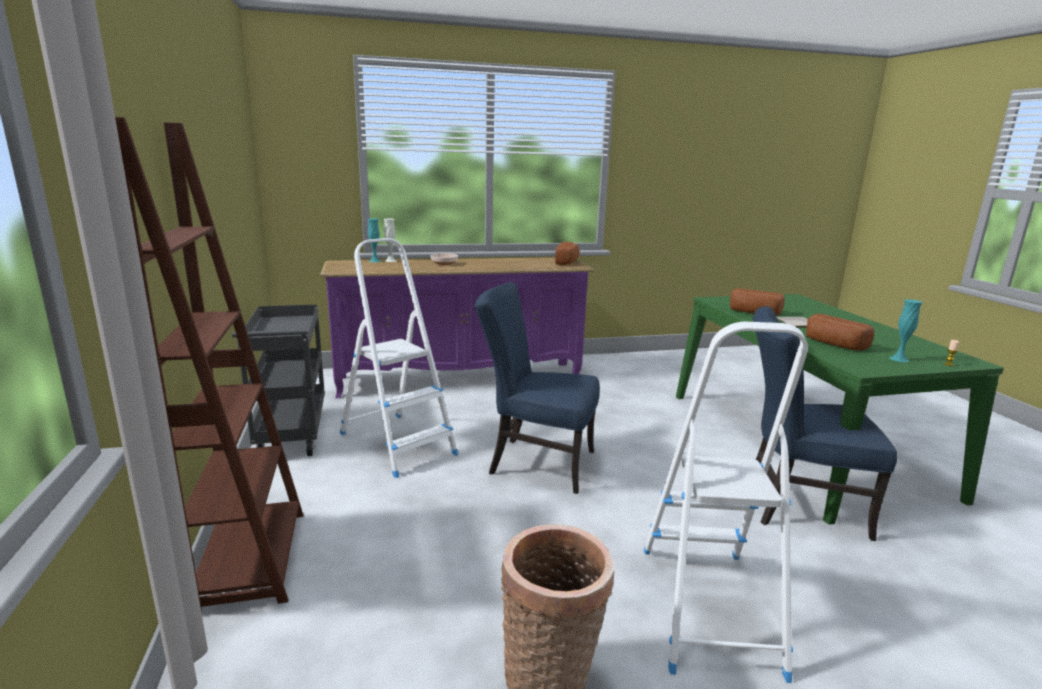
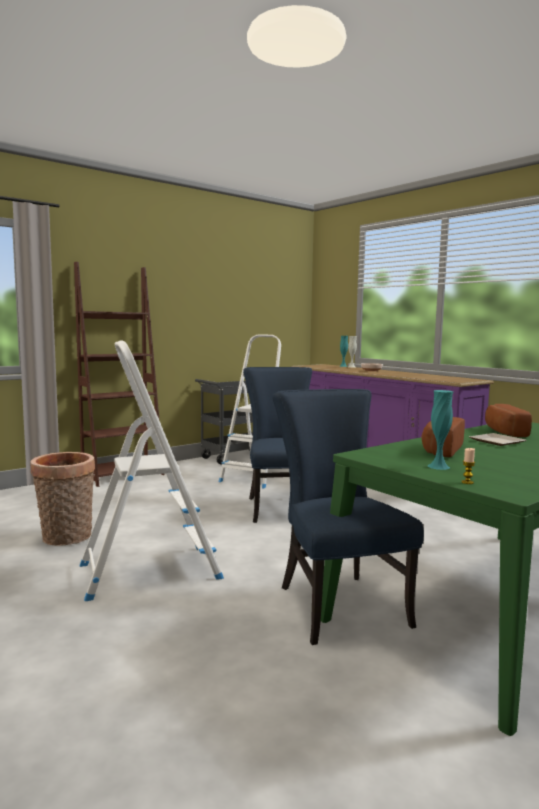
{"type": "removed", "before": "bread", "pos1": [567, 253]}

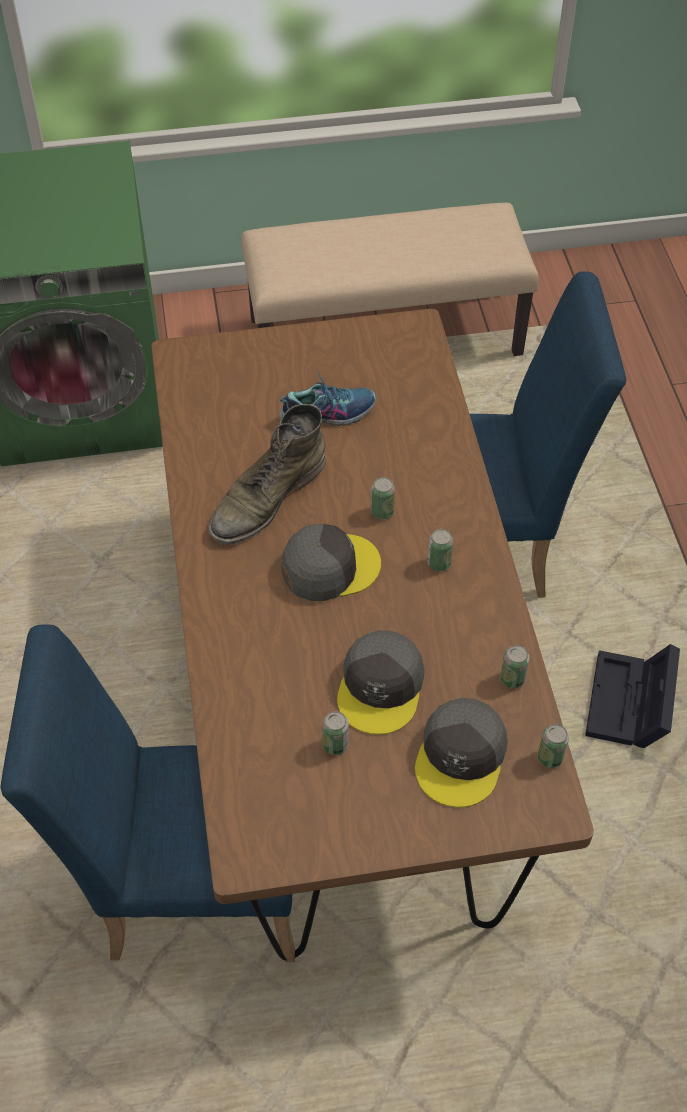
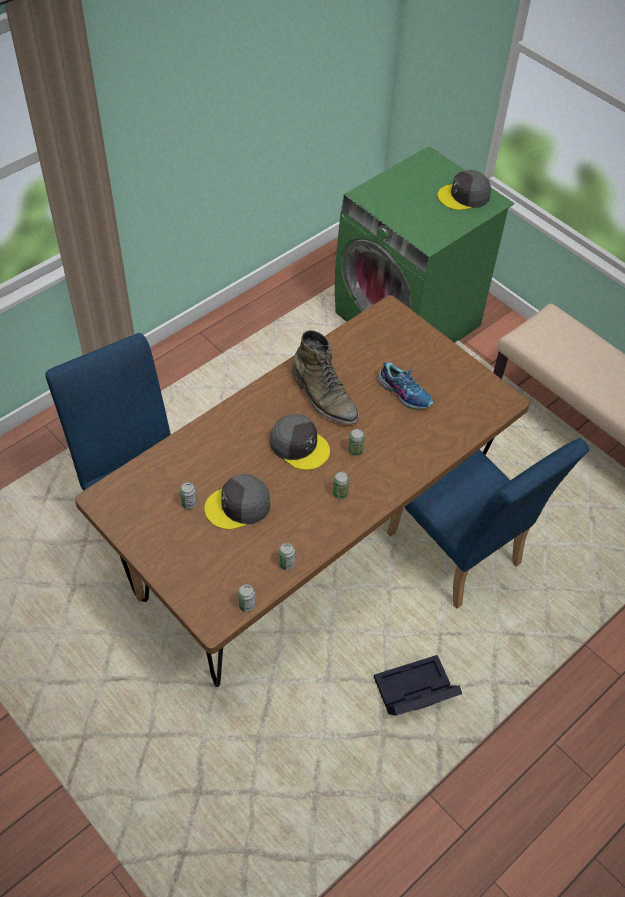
{"type": "turned", "before": "green boot", "pos1": [267, 474], "pos2": [325, 377], "turn": -135}
{"type": "moved", "before": "grey cap", "pos1": [461, 752], "pos2": [464, 189]}

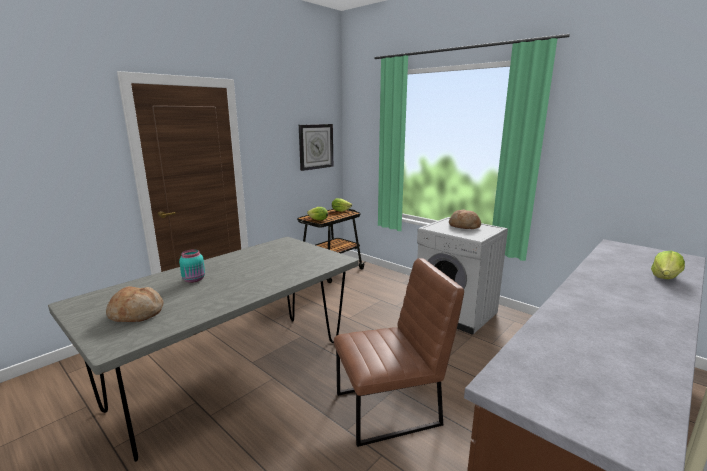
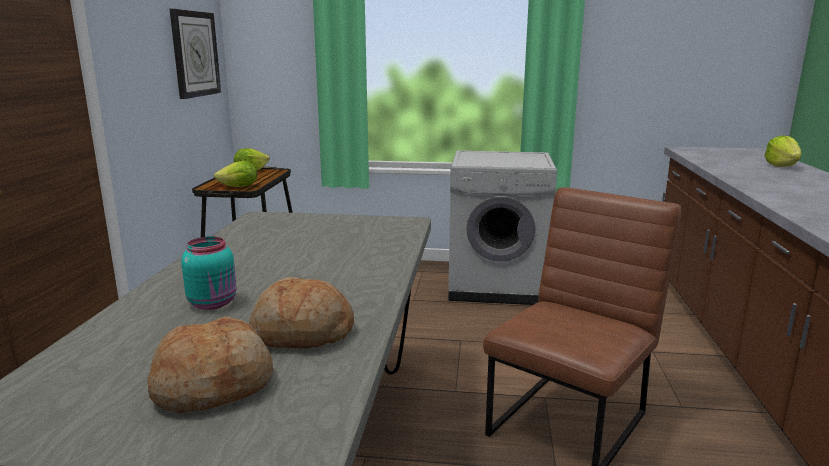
{"type": "moved", "before": "bread", "pos1": [465, 219], "pos2": [301, 312]}

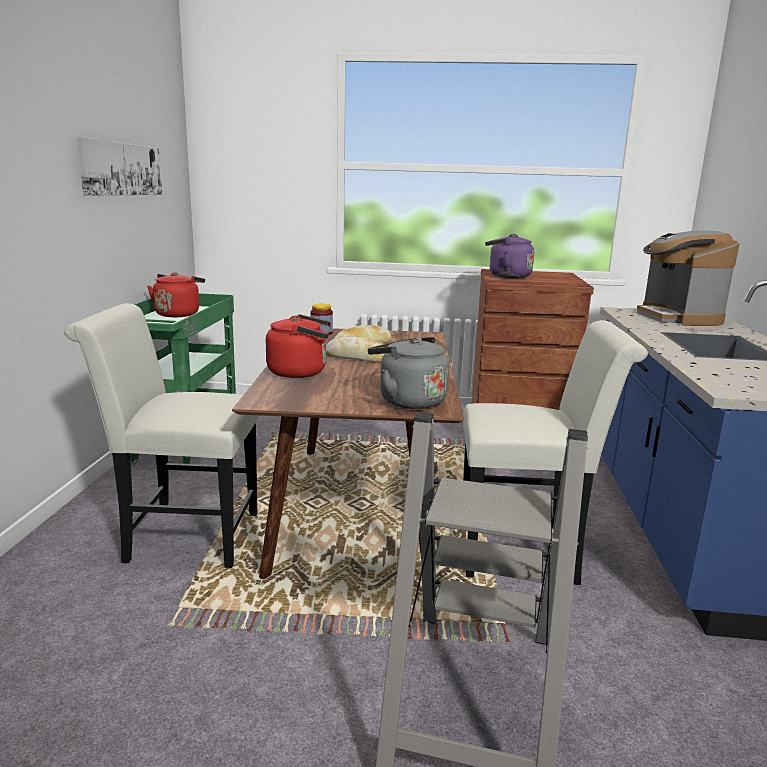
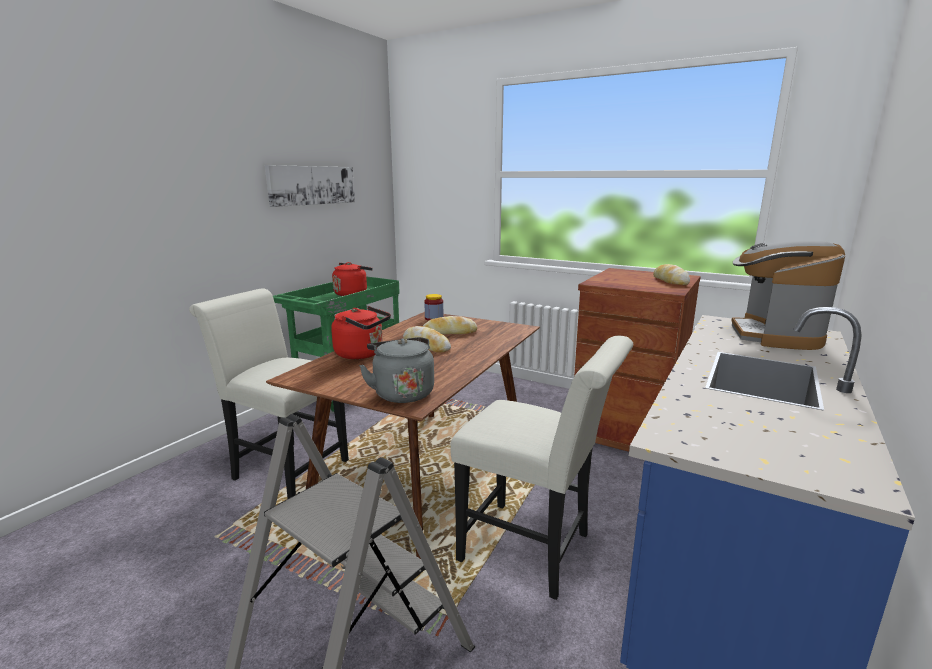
{"type": "removed", "before": "purple kettle", "pos1": [509, 256]}
{"type": "added", "after": "bread", "pos2": [671, 274]}

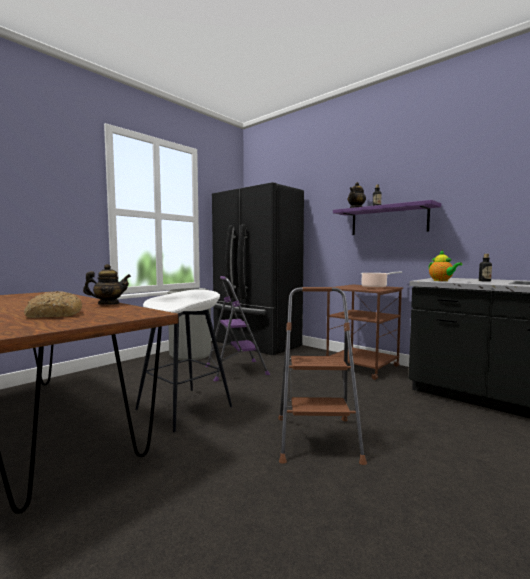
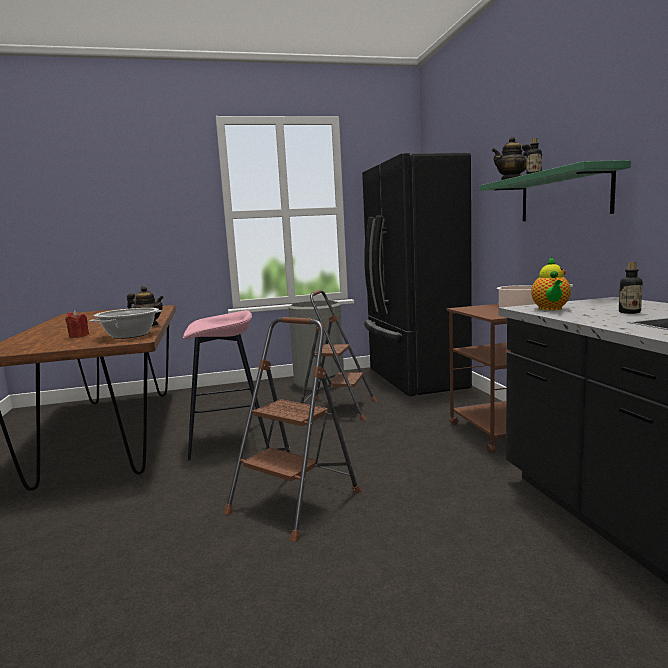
{"type": "replaced", "before": "bread", "after": "red candle", "pos1": [53, 304], "pos2": [77, 324]}
{"type": "recoloured", "before": "white stool", "after": "pink stool", "pos1": [183, 360], "pos2": [226, 385]}
{"type": "recoloured", "before": "purple step ladder", "after": "brown step ladder", "pos1": [237, 328], "pos2": [338, 355]}
{"type": "recoloured", "before": "purple shelf", "after": "green shelf", "pos1": [387, 217], "pos2": [555, 190]}
{"type": "added", "after": "cooking pot", "pos2": [126, 323]}

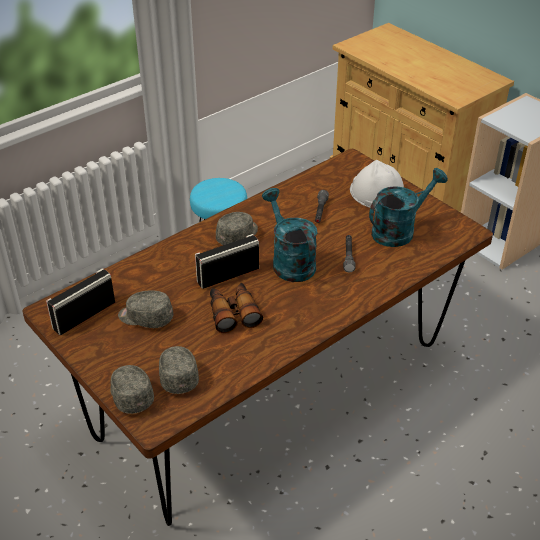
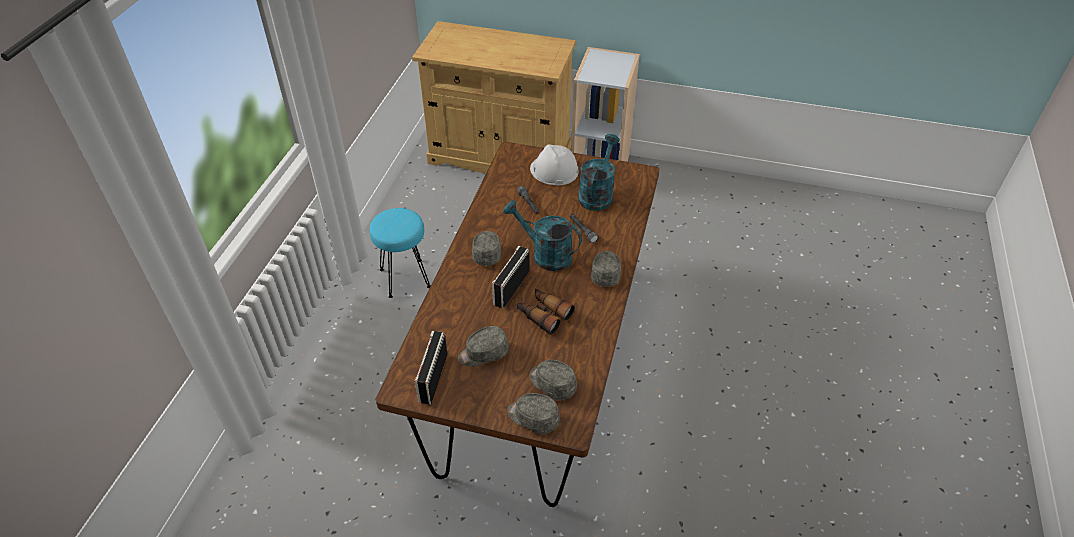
{"type": "added", "after": "grey cap", "pos2": [606, 269]}

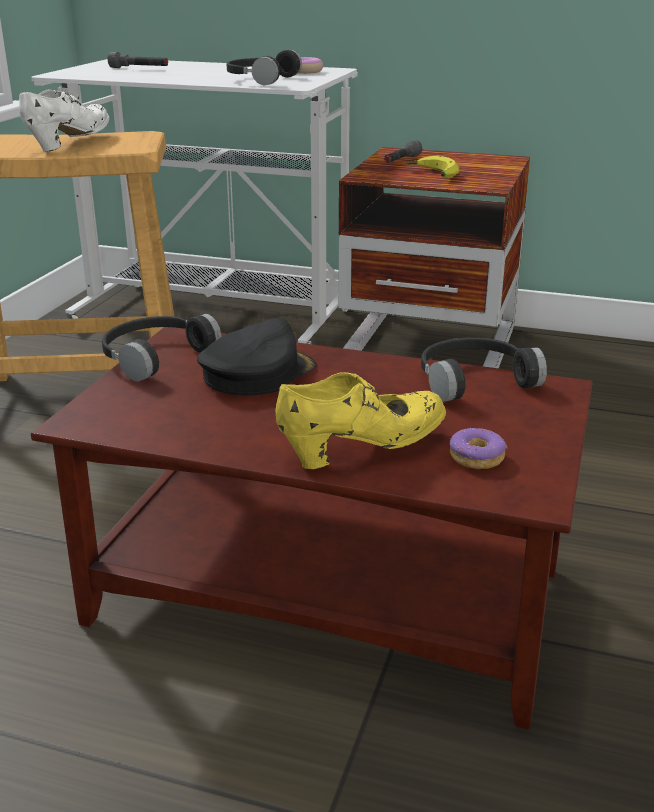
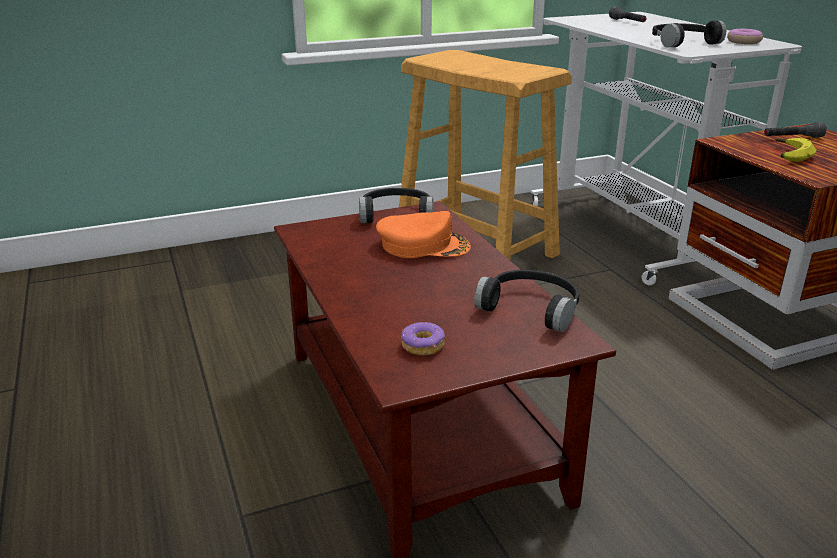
{"type": "removed", "before": "white shoe", "pos1": [64, 120]}
{"type": "recoloured", "before": "black cap", "after": "orange cap", "pos1": [257, 357], "pos2": [423, 234]}
{"type": "removed", "before": "yellow shoe", "pos1": [360, 420]}

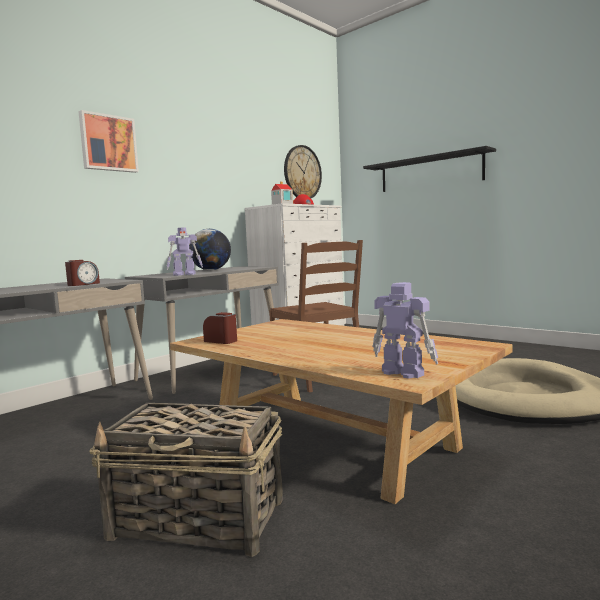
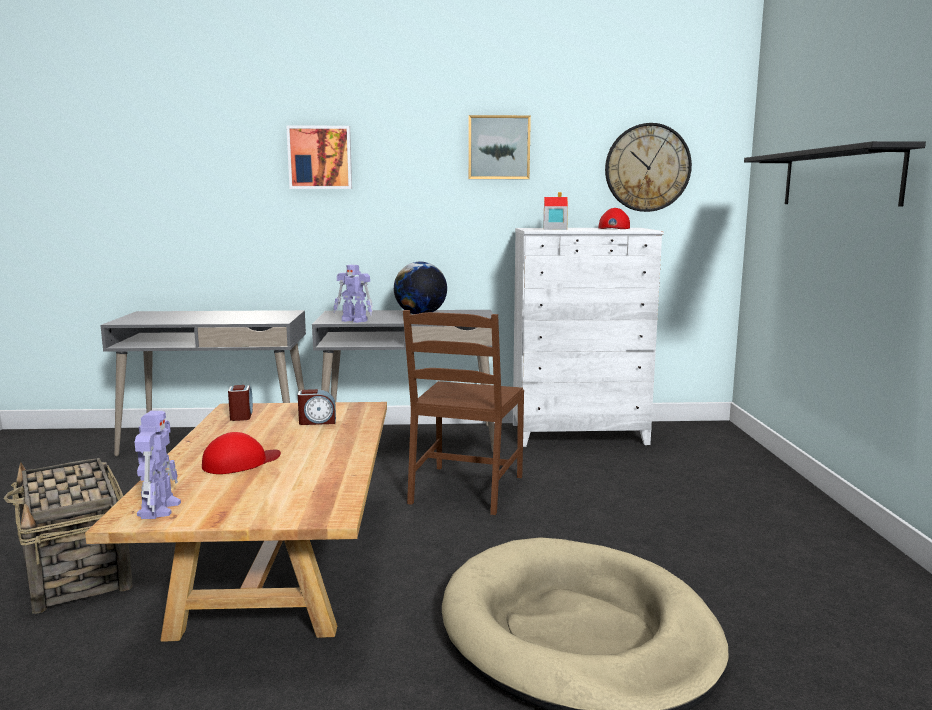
{"type": "moved", "before": "alarm clock", "pos1": [82, 273], "pos2": [317, 407]}
{"type": "added", "after": "red cap", "pos2": [241, 453]}
{"type": "added", "after": "picture", "pos2": [499, 147]}

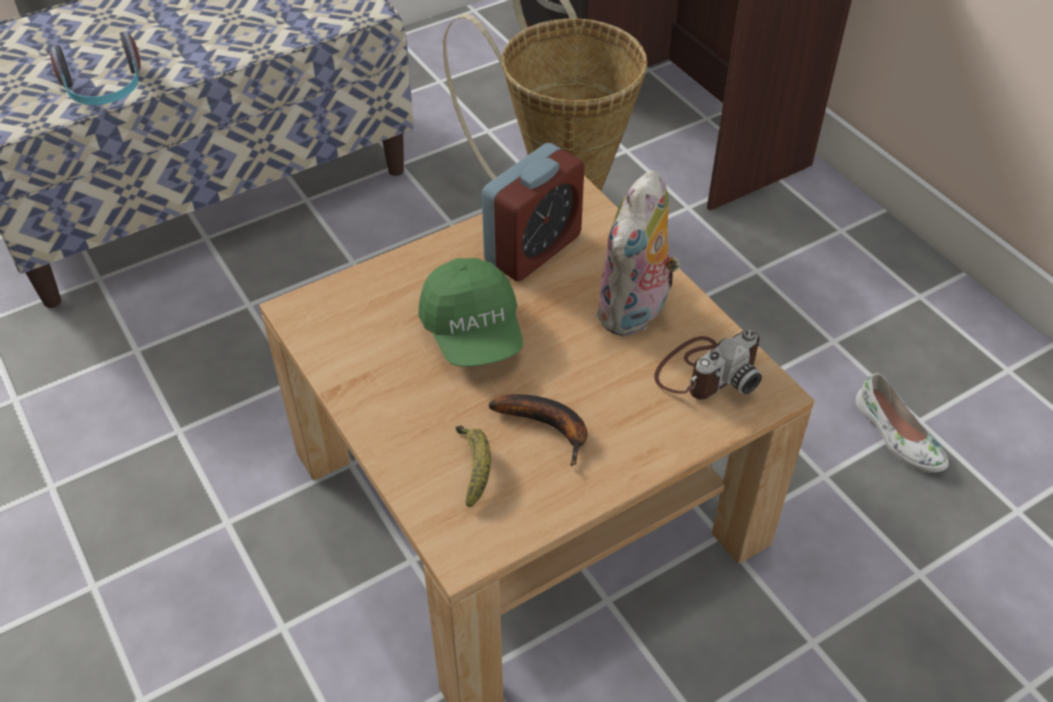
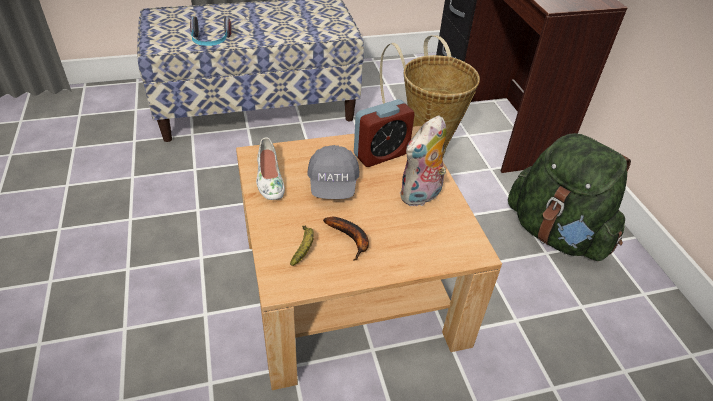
{"type": "recoloured", "before": "green cap", "after": "grey cap", "pos1": [470, 312], "pos2": [333, 172]}
{"type": "removed", "before": "photo camera", "pos1": [708, 365]}
{"type": "moved", "before": "white shoe", "pos1": [902, 423], "pos2": [270, 168]}
{"type": "added", "after": "green backpack", "pos2": [569, 197]}

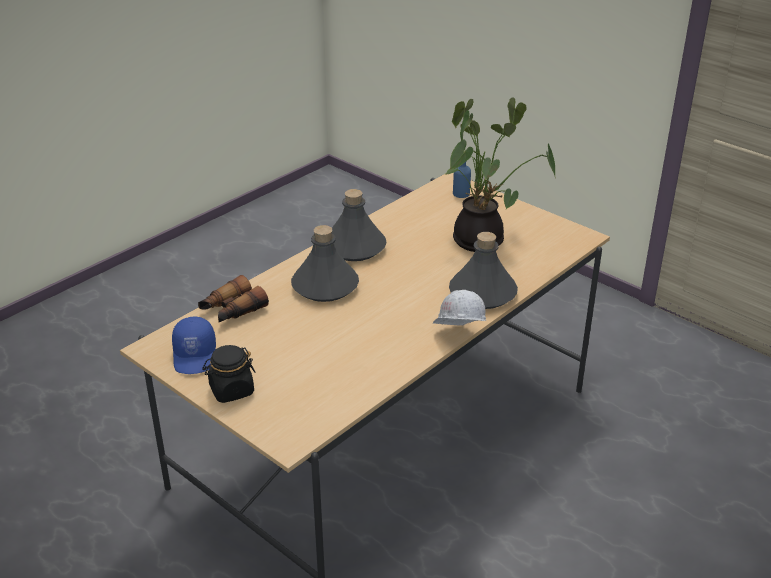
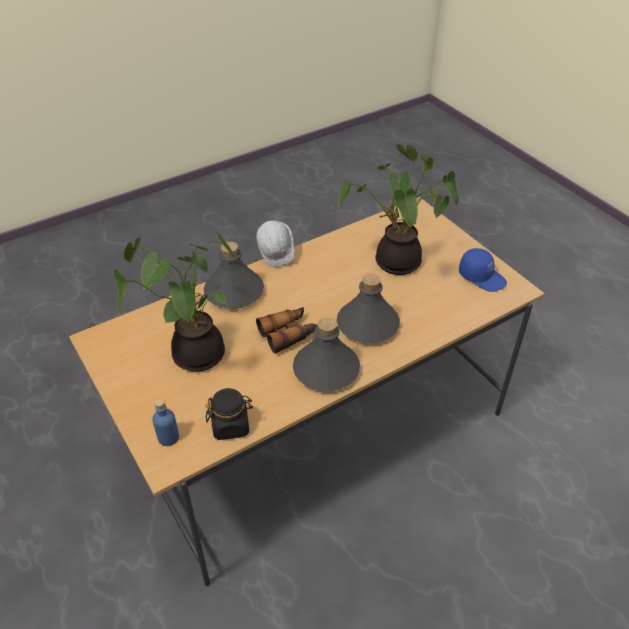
{"type": "turned", "before": "blue cap", "pos1": [194, 345], "pos2": [483, 270], "turn": 120}
{"type": "moved", "before": "binoculars", "pos1": [233, 298], "pos2": [286, 330]}
{"type": "moved", "before": "black jar", "pos1": [229, 374], "pos2": [229, 414]}
{"type": "added", "after": "potted plant", "pos2": [398, 209]}

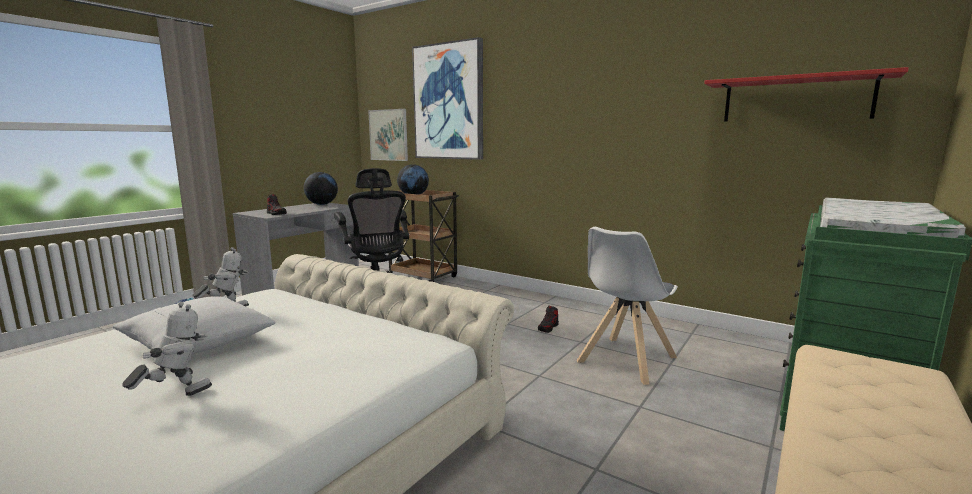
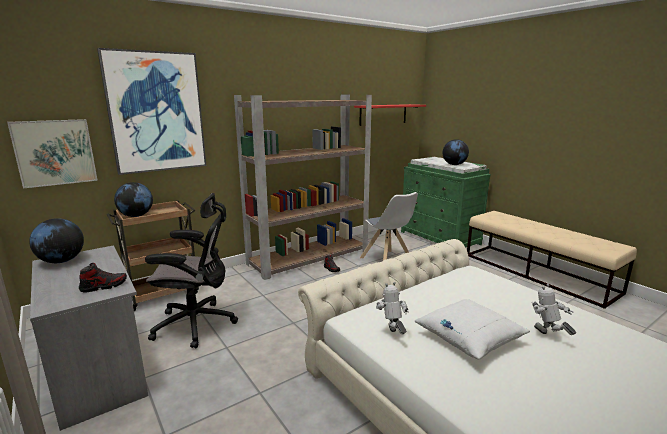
{"type": "added", "after": "brown bookcase", "pos2": [303, 187]}
{"type": "added", "after": "globe", "pos2": [456, 152]}

